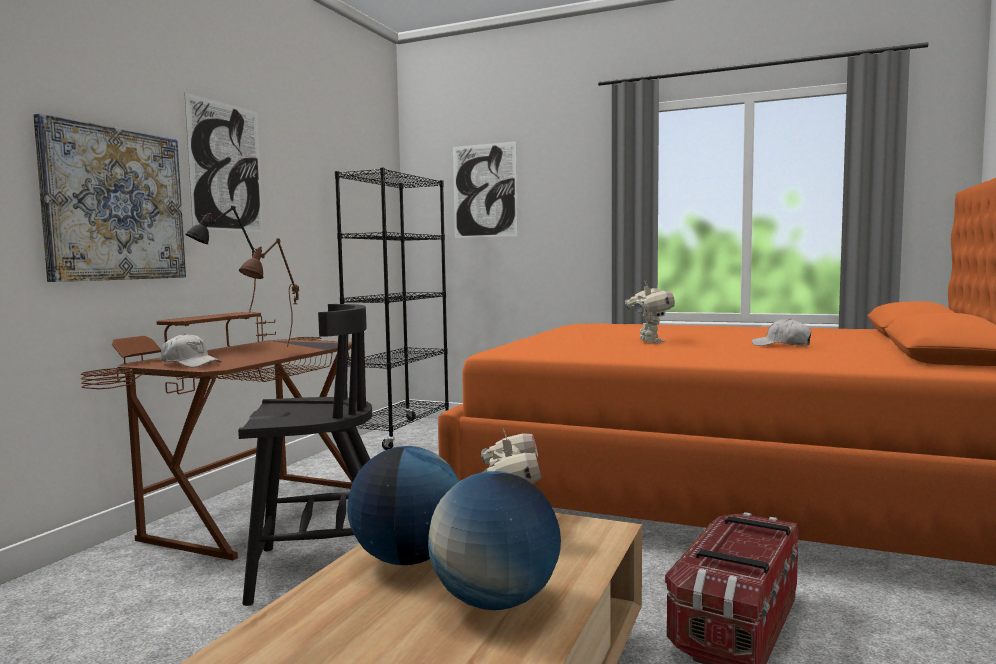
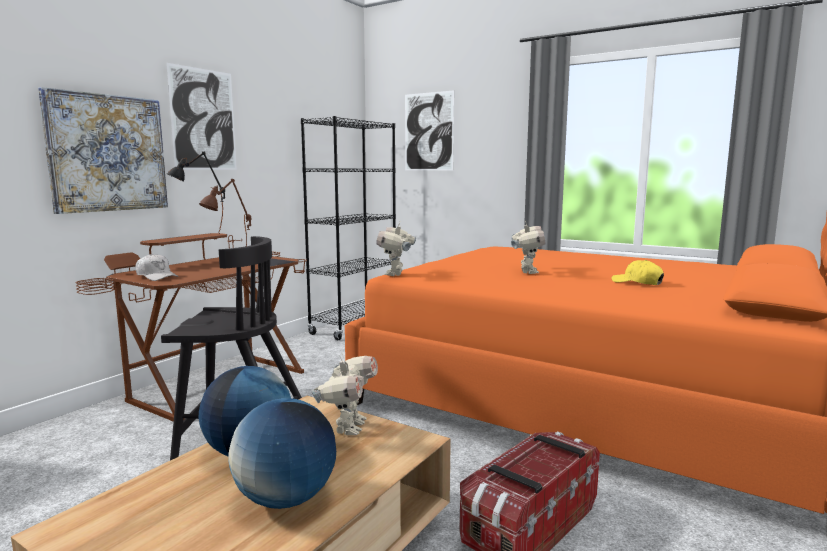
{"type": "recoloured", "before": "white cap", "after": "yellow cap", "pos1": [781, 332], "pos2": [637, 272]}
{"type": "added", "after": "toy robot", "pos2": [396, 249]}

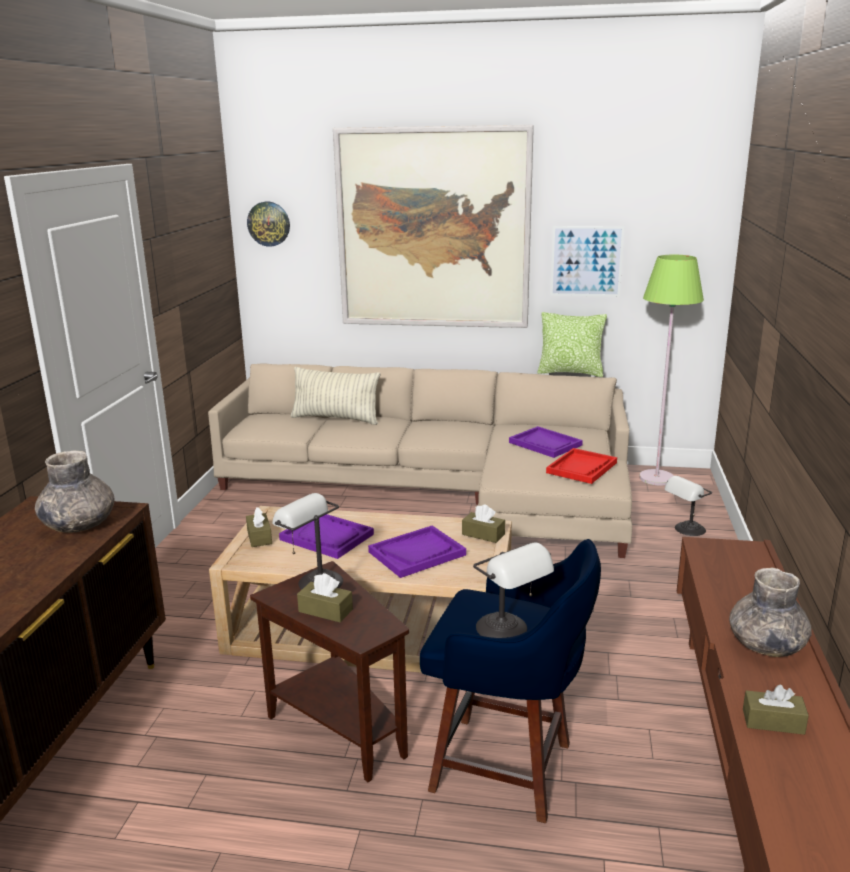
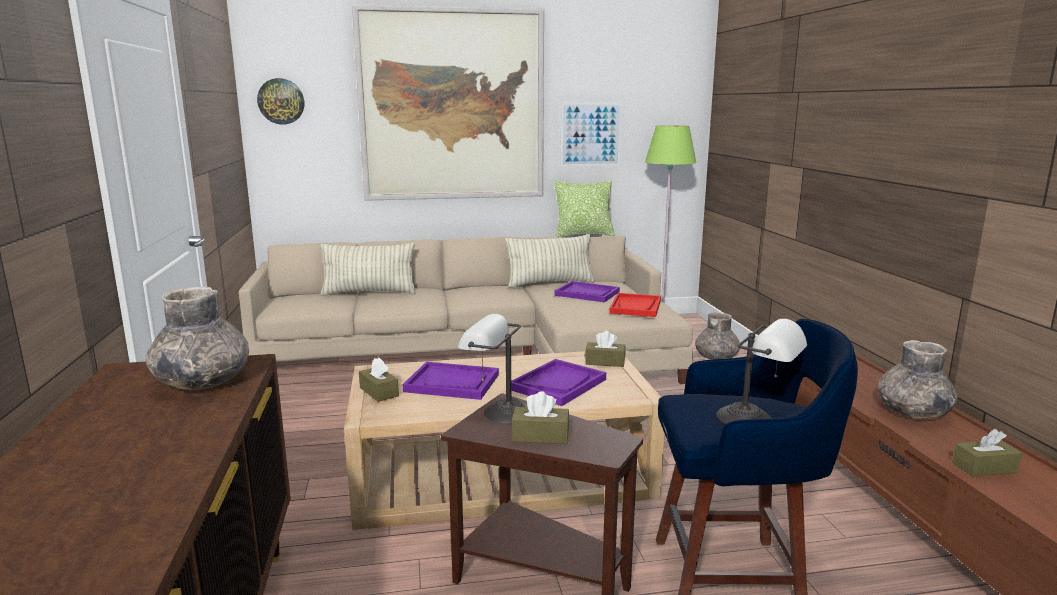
{"type": "replaced", "before": "table lamp", "after": "grey vase", "pos1": [688, 506], "pos2": [717, 336]}
{"type": "added", "after": "pillow", "pos2": [550, 261]}

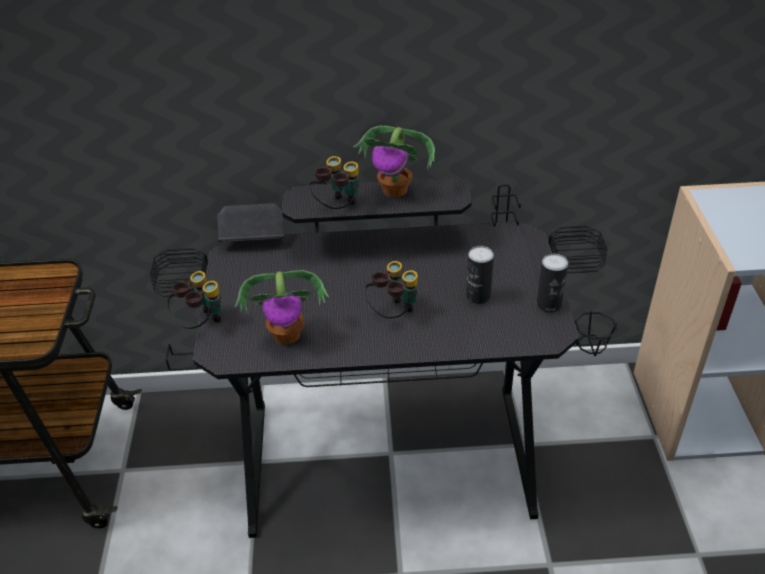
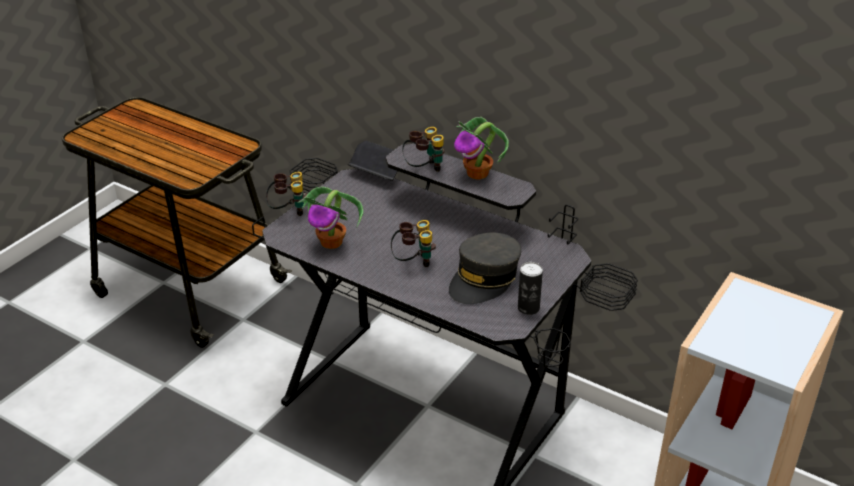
{"type": "replaced", "before": "can", "after": "grey cap", "pos1": [480, 275], "pos2": [485, 268]}

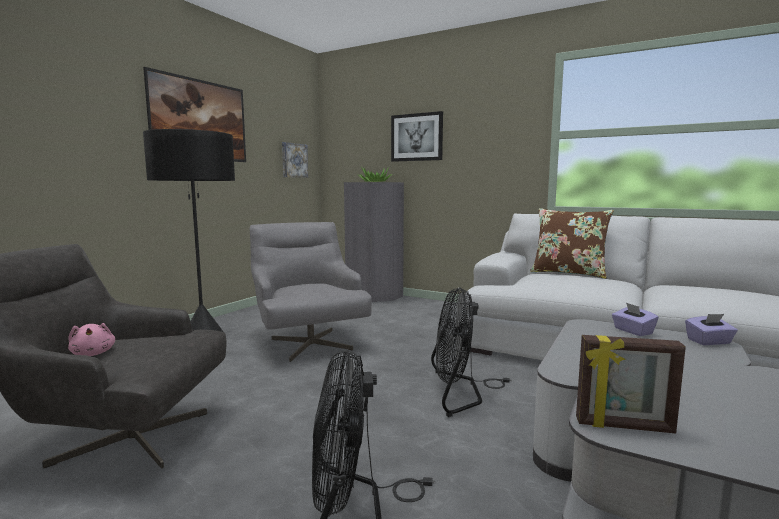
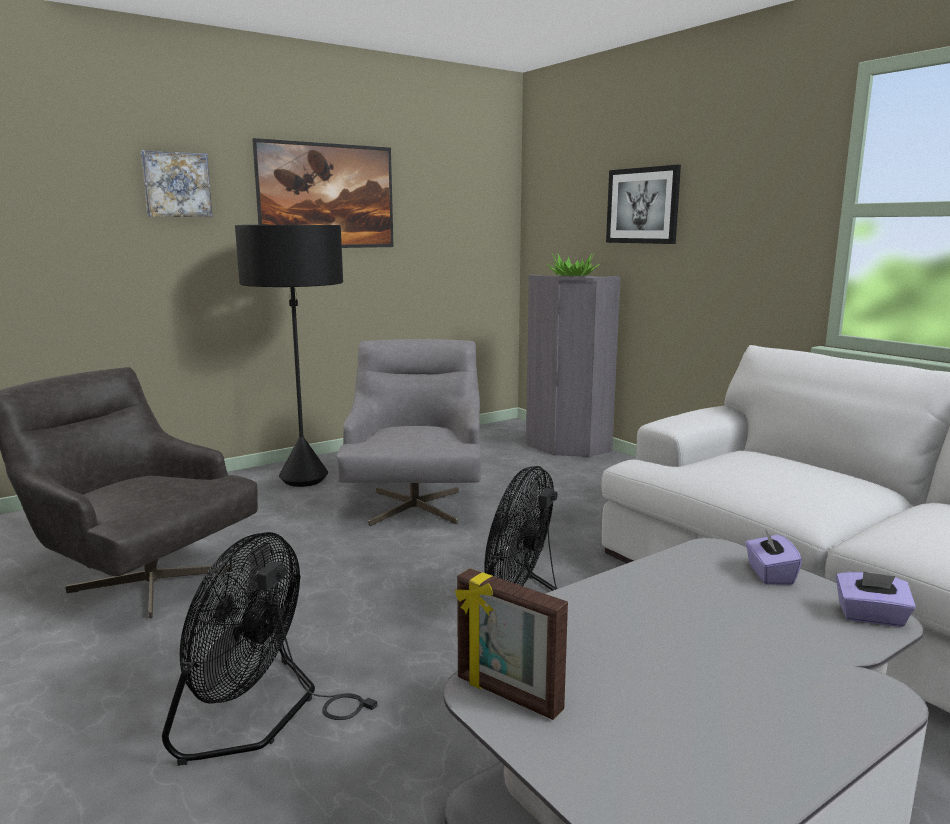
{"type": "removed", "before": "pink plush toy", "pos1": [91, 339]}
{"type": "moved", "before": "picture", "pos1": [295, 160], "pos2": [176, 183]}
{"type": "removed", "before": "brown pillow", "pos1": [572, 243]}

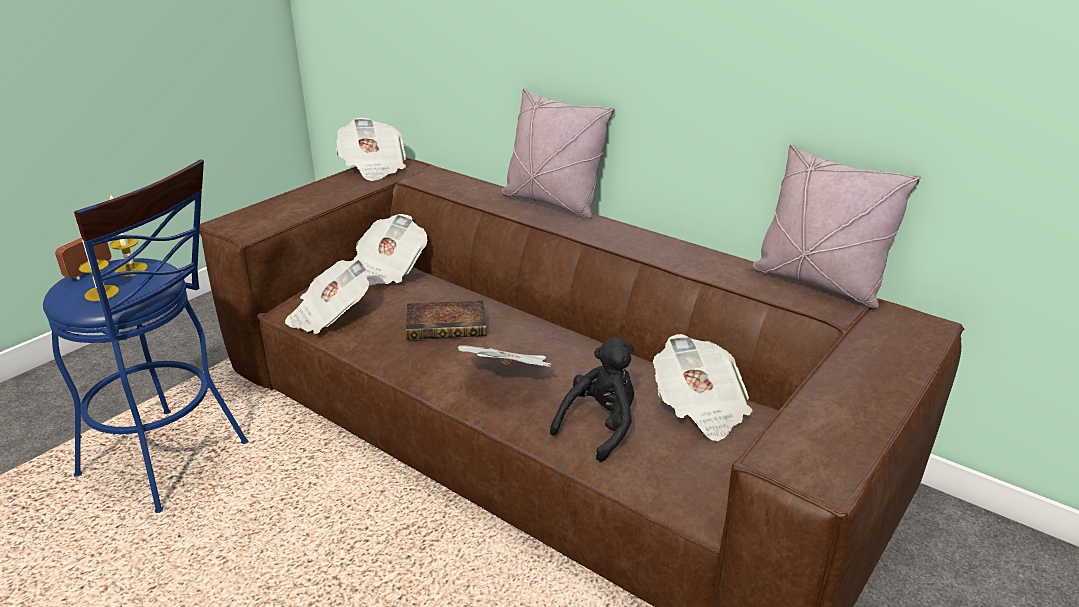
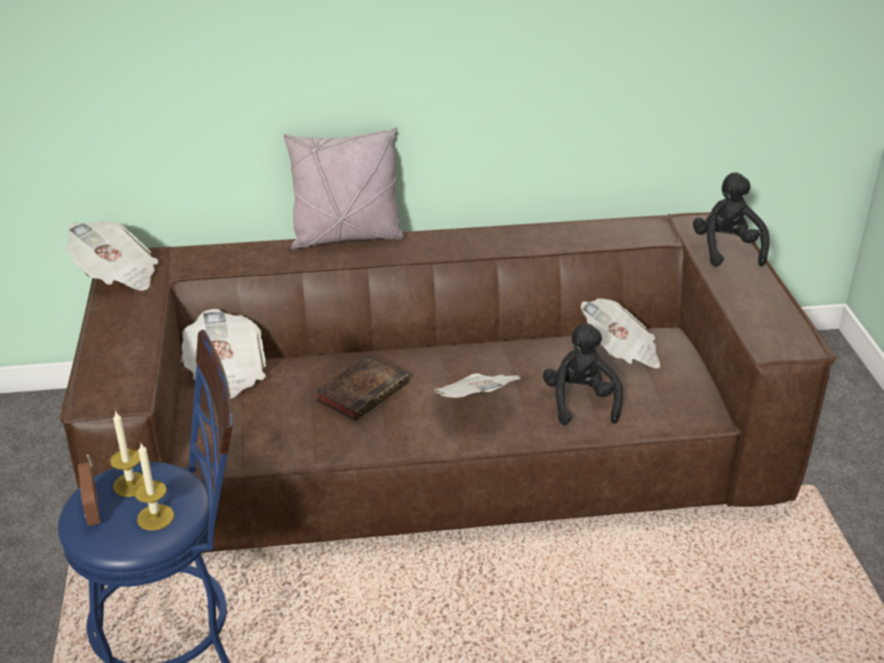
{"type": "removed", "before": "newspaper", "pos1": [327, 296]}
{"type": "removed", "before": "purple pillow", "pos1": [836, 226]}
{"type": "added", "after": "black plush toy", "pos2": [731, 219]}

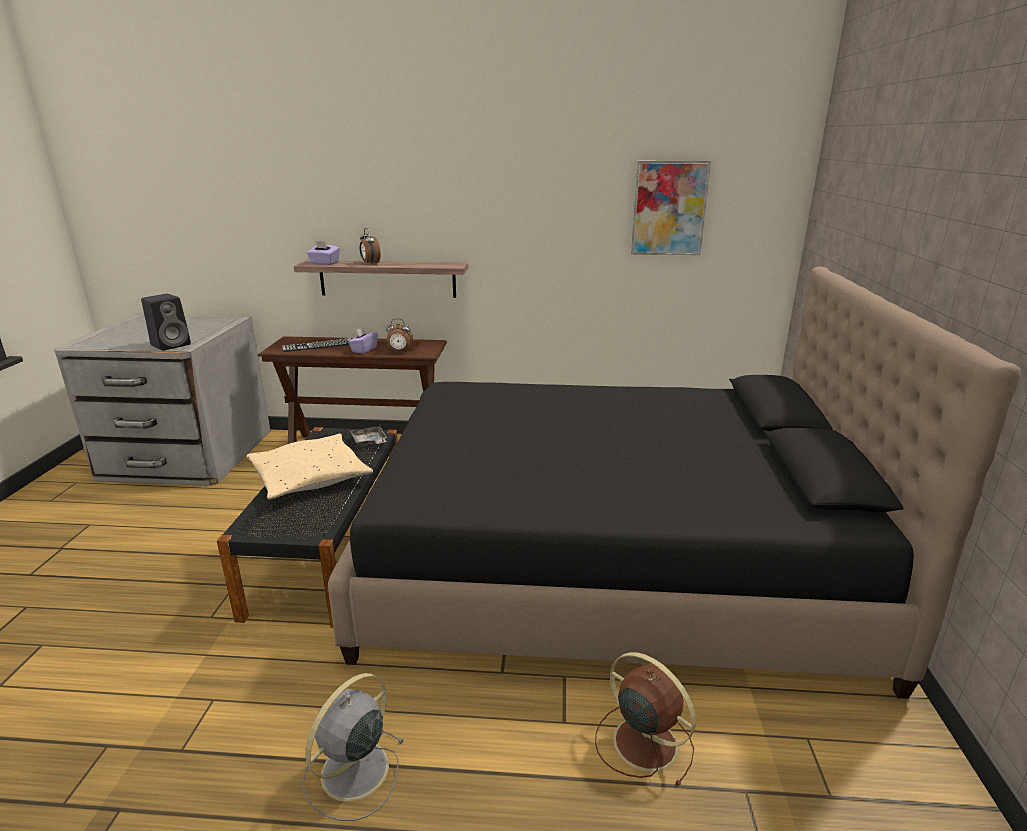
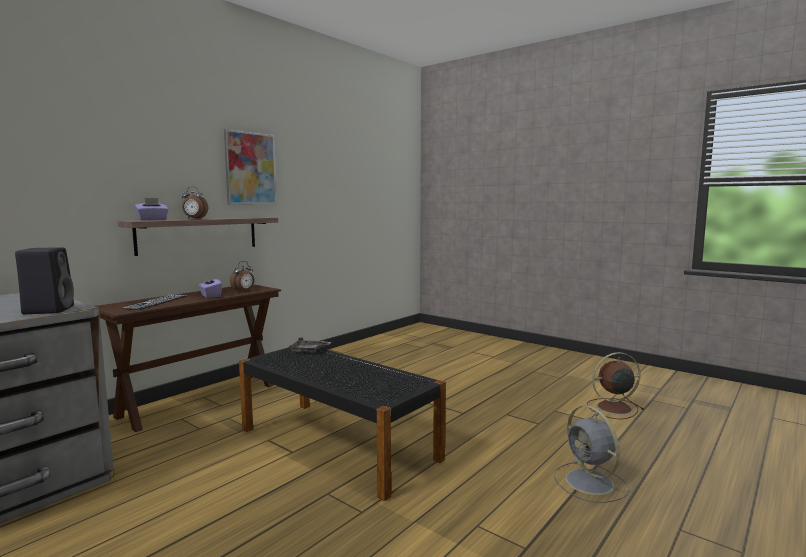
{"type": "removed", "before": "beige pillow", "pos1": [309, 467]}
{"type": "removed", "before": "black bed", "pos1": [674, 483]}
{"type": "moved", "before": "picture", "pos1": [671, 208], "pos2": [250, 167]}

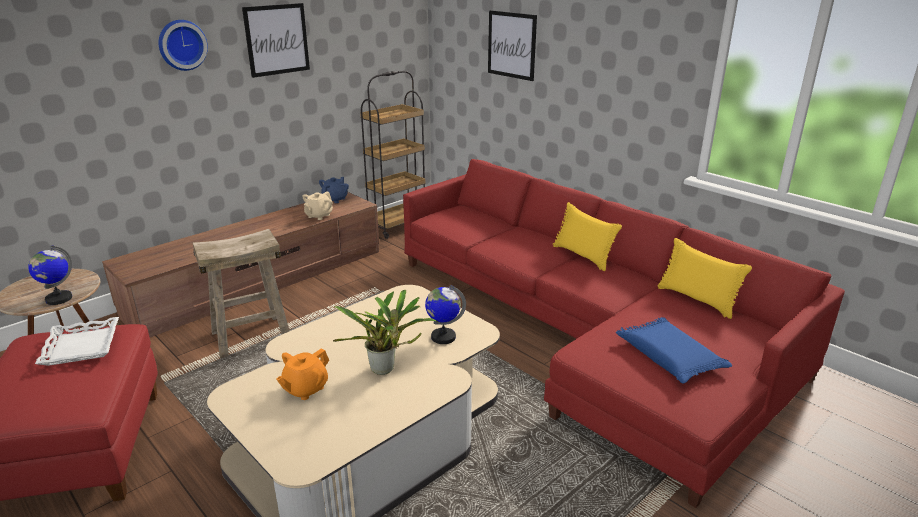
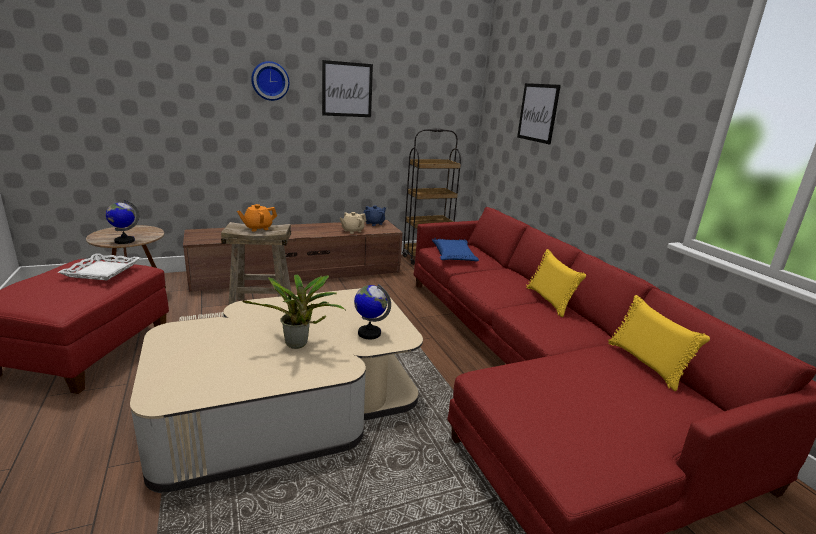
{"type": "moved", "before": "orange teapot", "pos1": [302, 374], "pos2": [257, 217]}
{"type": "moved", "before": "blue pillow", "pos1": [674, 350], "pos2": [455, 249]}

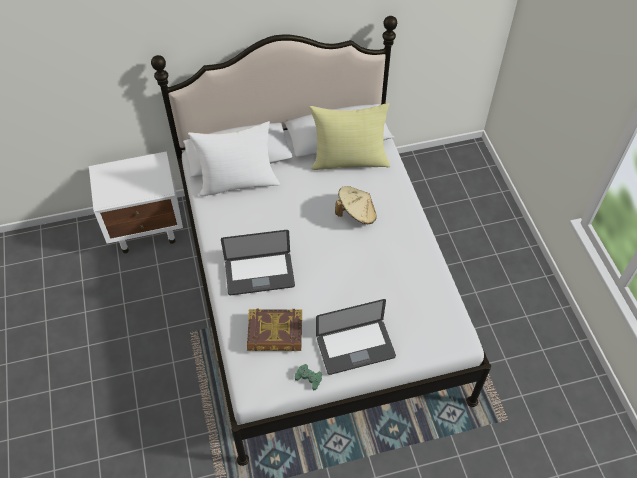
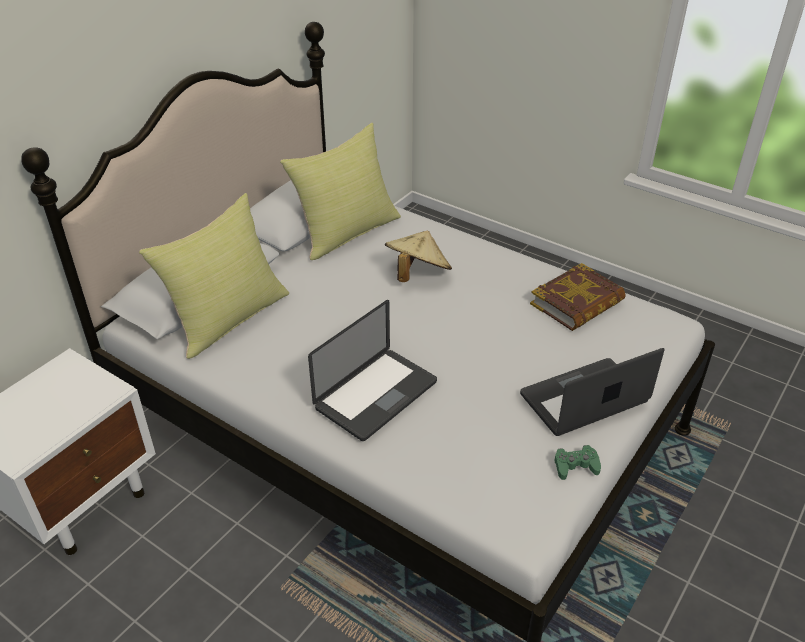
{"type": "recoloured", "before": "white pillow", "after": "yellow pillow", "pos1": [234, 158], "pos2": [214, 276]}
{"type": "moved", "before": "book", "pos1": [274, 330], "pos2": [578, 297]}
{"type": "turned", "before": "laptop", "pos1": [356, 337], "pos2": [592, 392], "turn": -150}

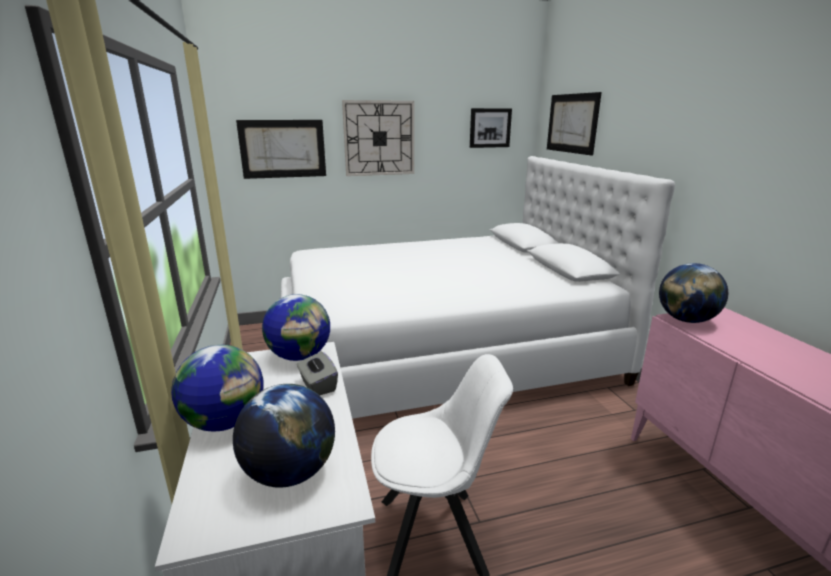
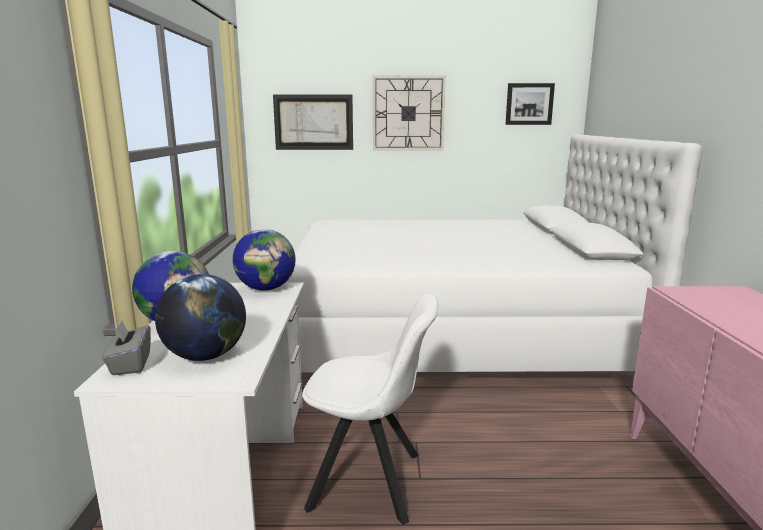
{"type": "moved", "before": "grey tissue box", "pos1": [317, 373], "pos2": [126, 348]}
{"type": "removed", "before": "picture", "pos1": [574, 124]}
{"type": "removed", "before": "globe", "pos1": [693, 293]}

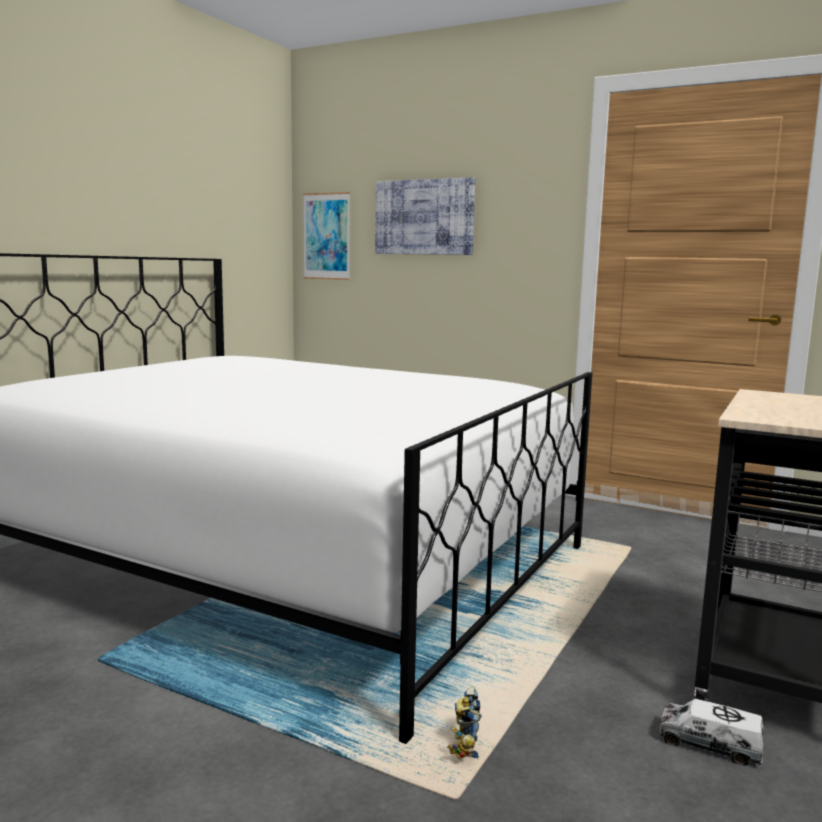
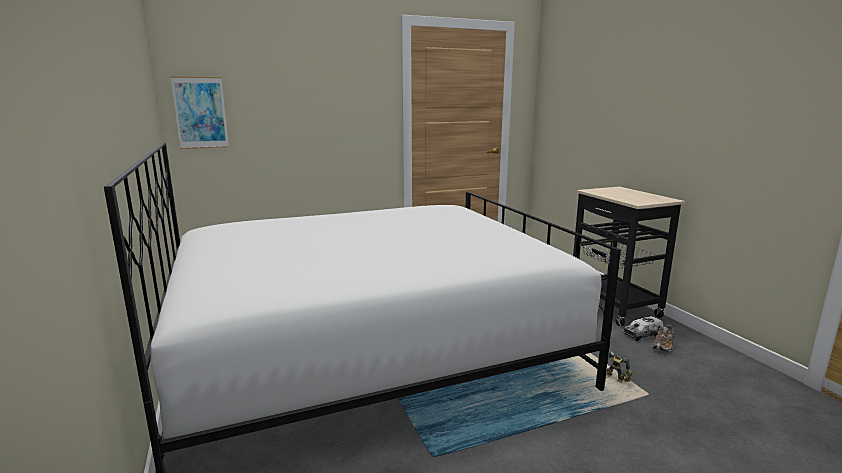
{"type": "removed", "before": "picture", "pos1": [425, 216]}
{"type": "added", "after": "shoe", "pos2": [664, 338]}

